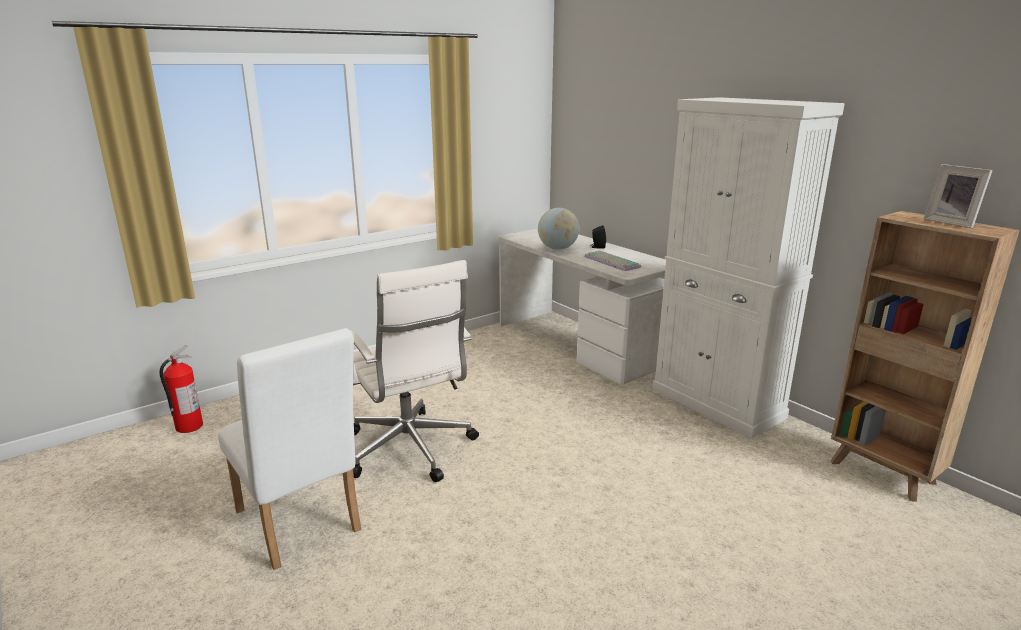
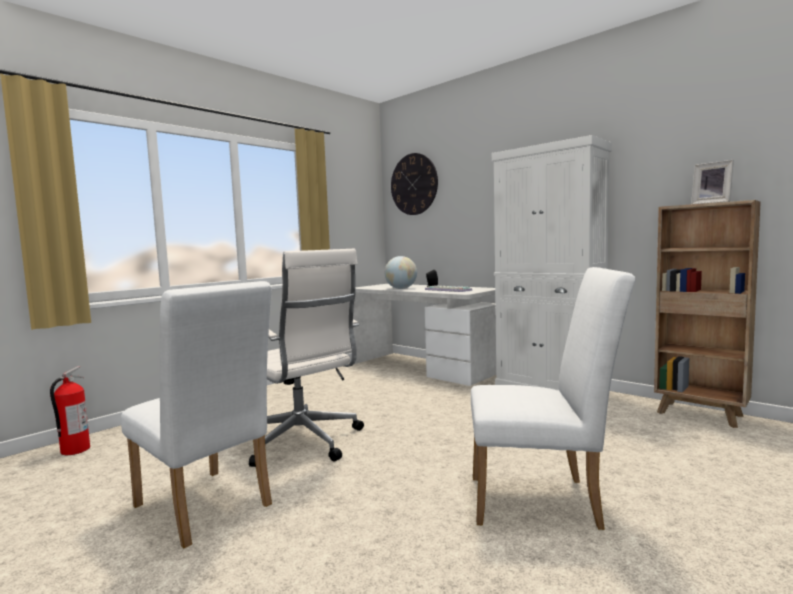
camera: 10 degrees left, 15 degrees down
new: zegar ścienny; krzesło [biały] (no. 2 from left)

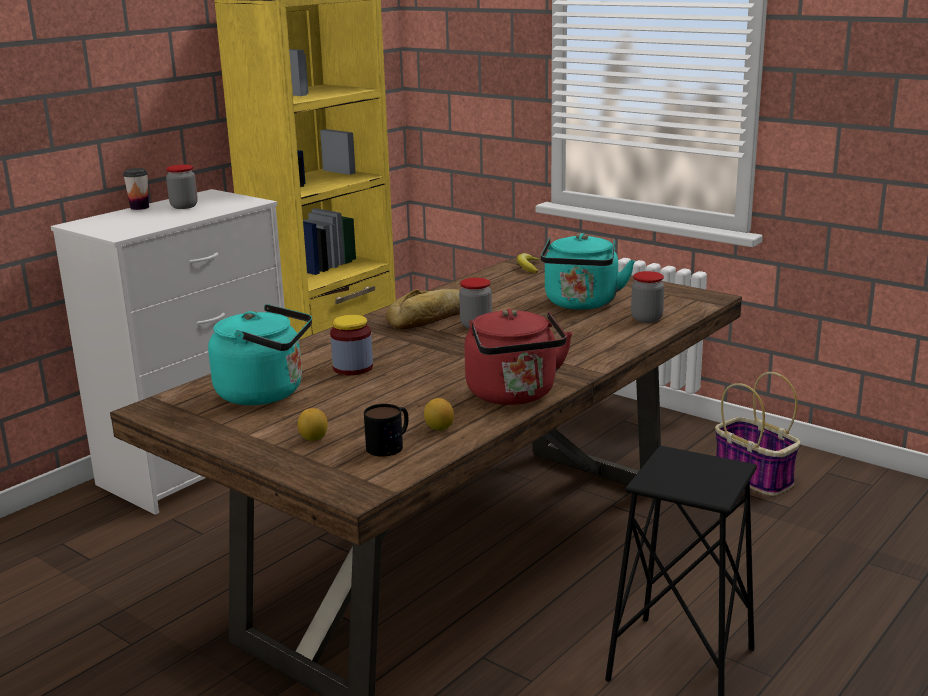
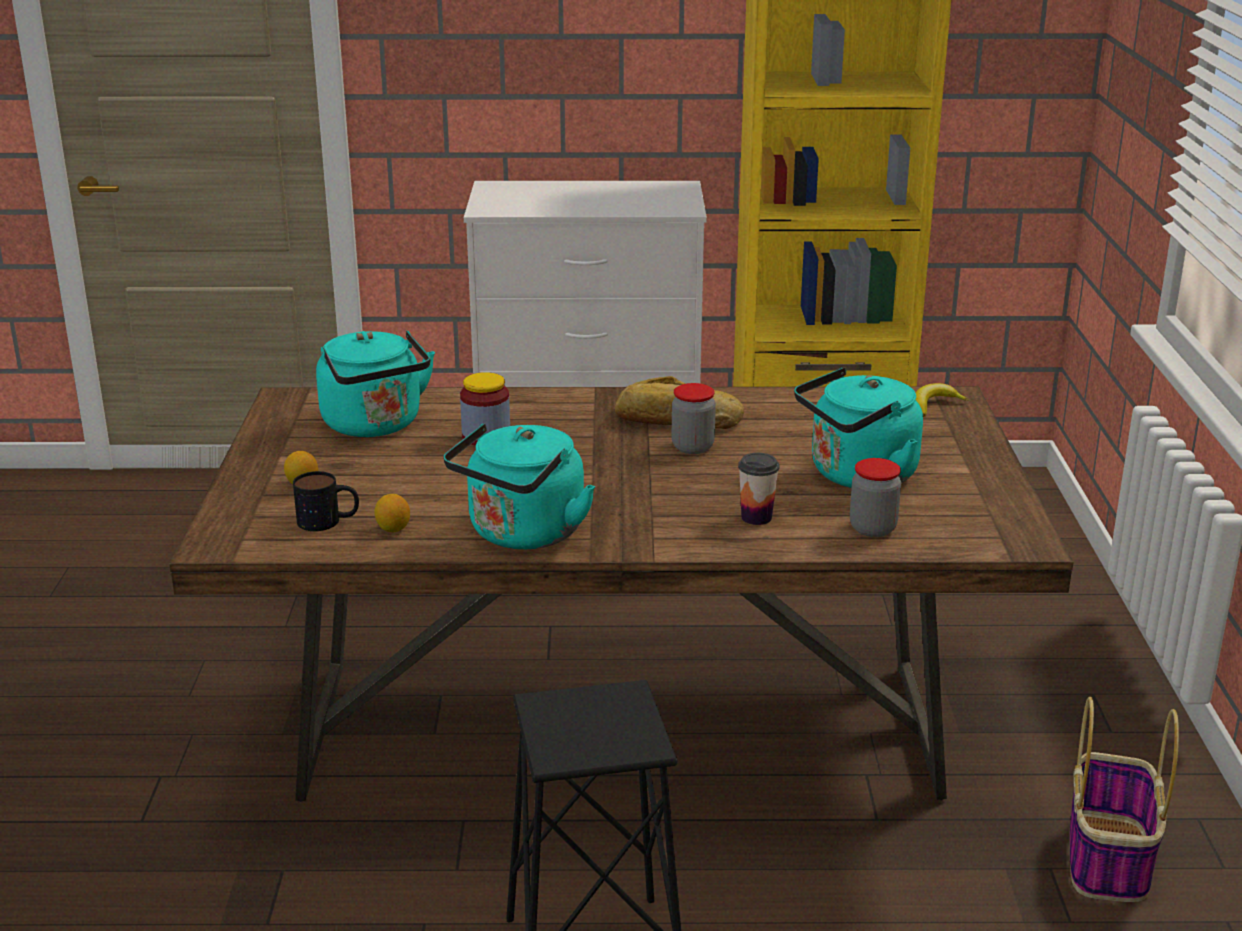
camera: 50 degrees right, 5 degrees up
gone: słoik (no. 1 from left)
shifted: filiżanka
repainted: czajnik [czerwony] to czajnik [turkusowy] (no. 2 from left)

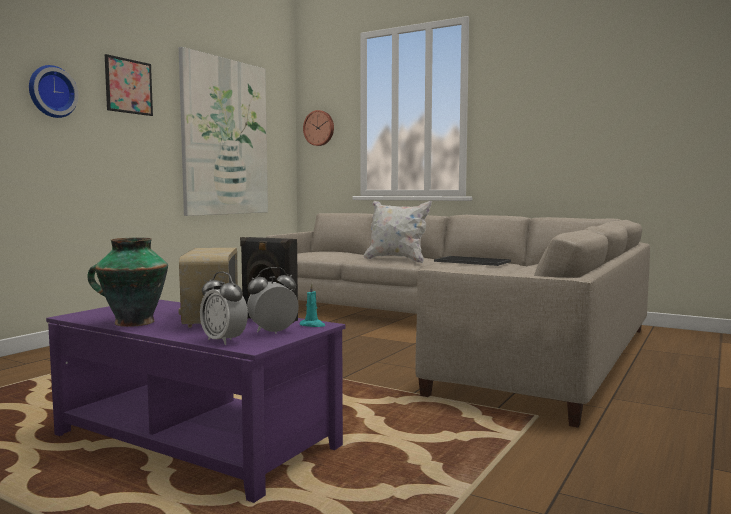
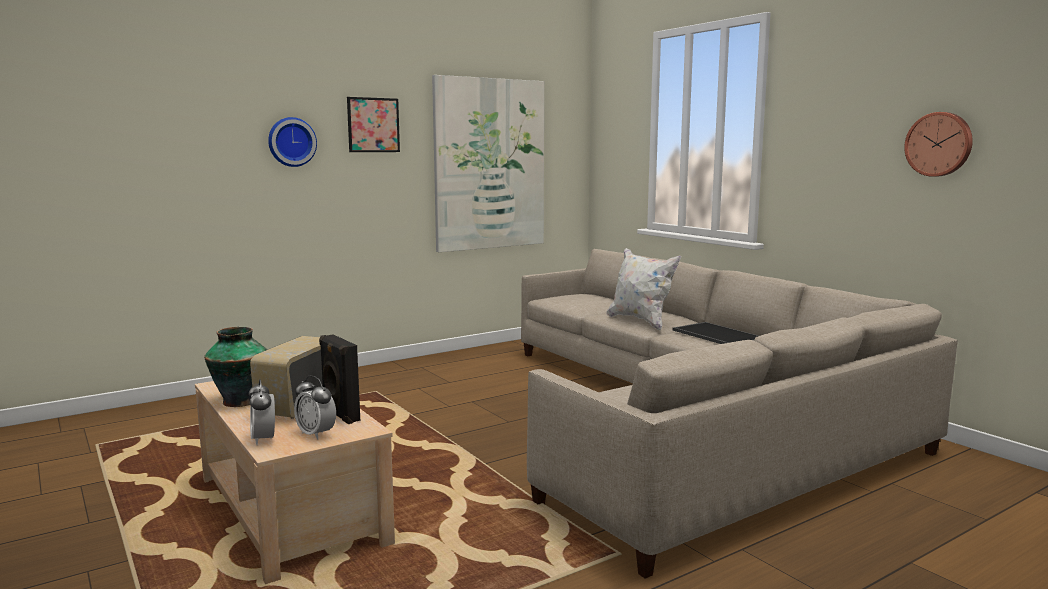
camera: 25 degrees right, 5 degrees up
gone: świeca [turkusowy]
shifted: zegar ścienny (no. 2 from left)
repainted: ława [fioletowy] to ława [beżowy]
rotated: budzik (no. 2 from left) 135 degrees counterclockwise

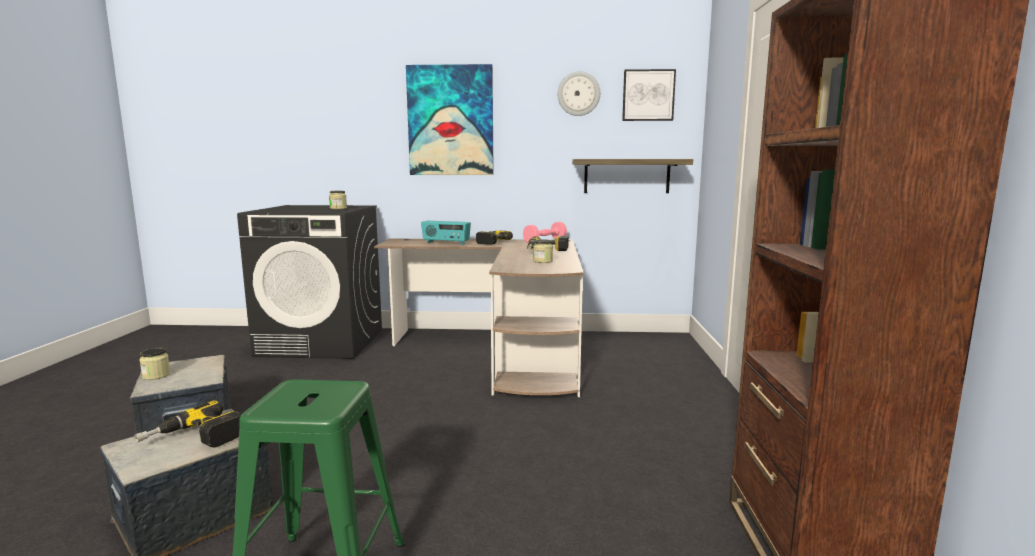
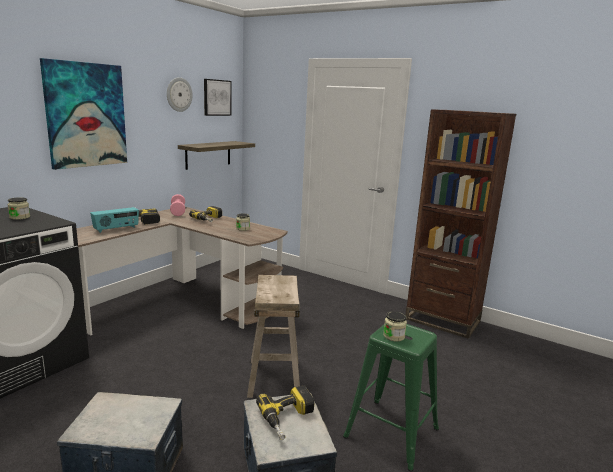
camera: 60 degrees left, 5 degrees up
new: stołek [beżowy]
shifted: słoik (no. 1 from left in the first image) to słoik (no. 3 from left)

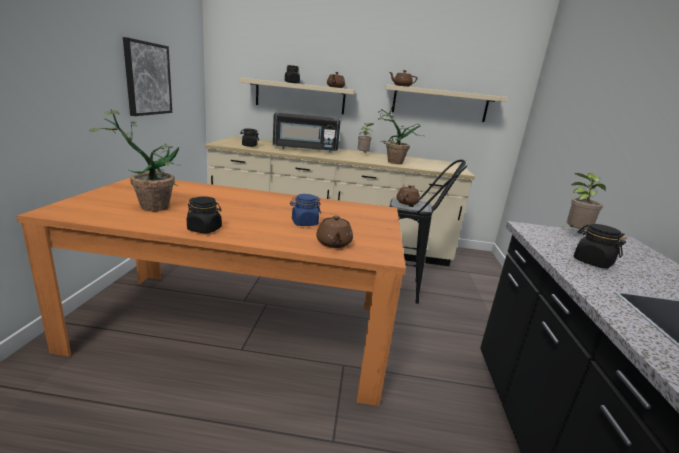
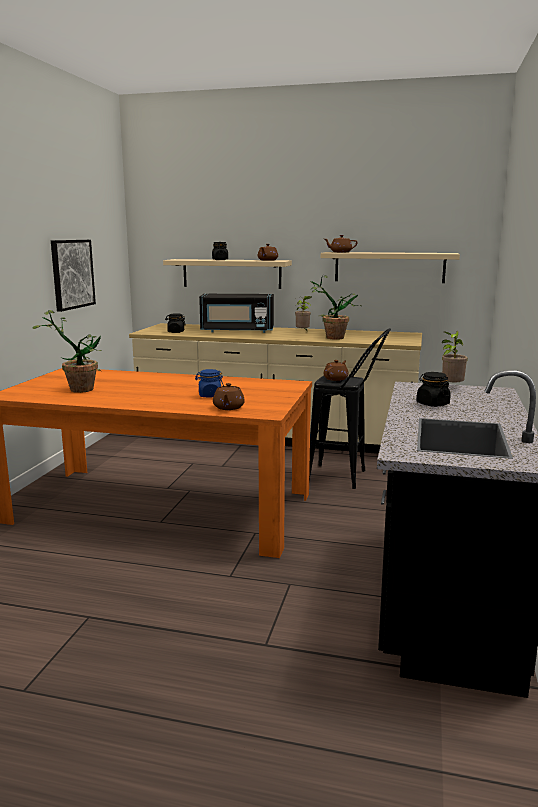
camera: 10 degrees right, 5 degrees down
gone: słoik [czarny] (no. 1 from left)

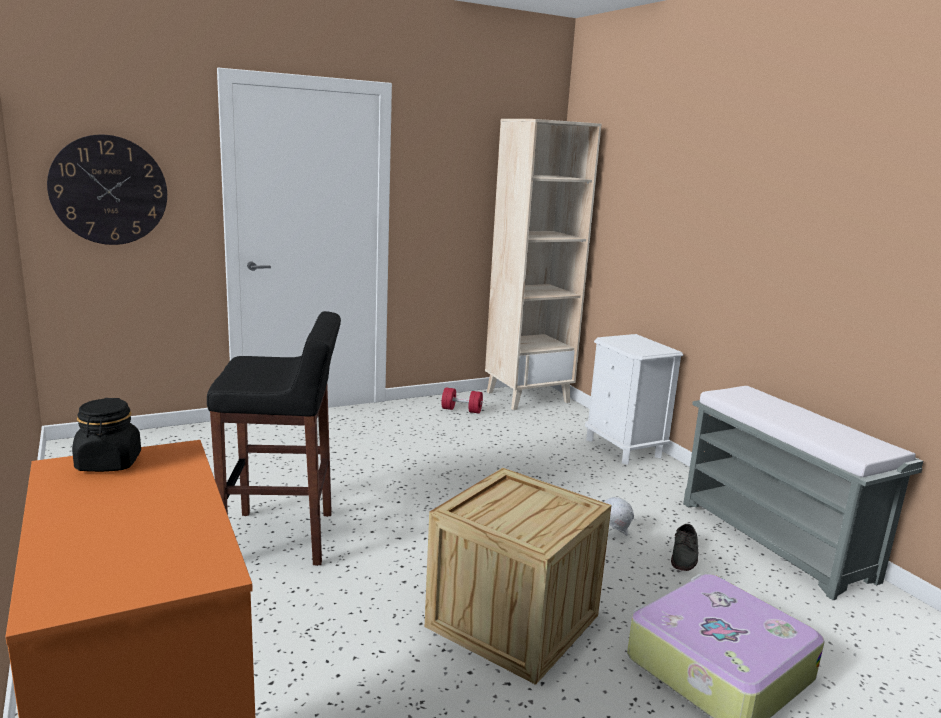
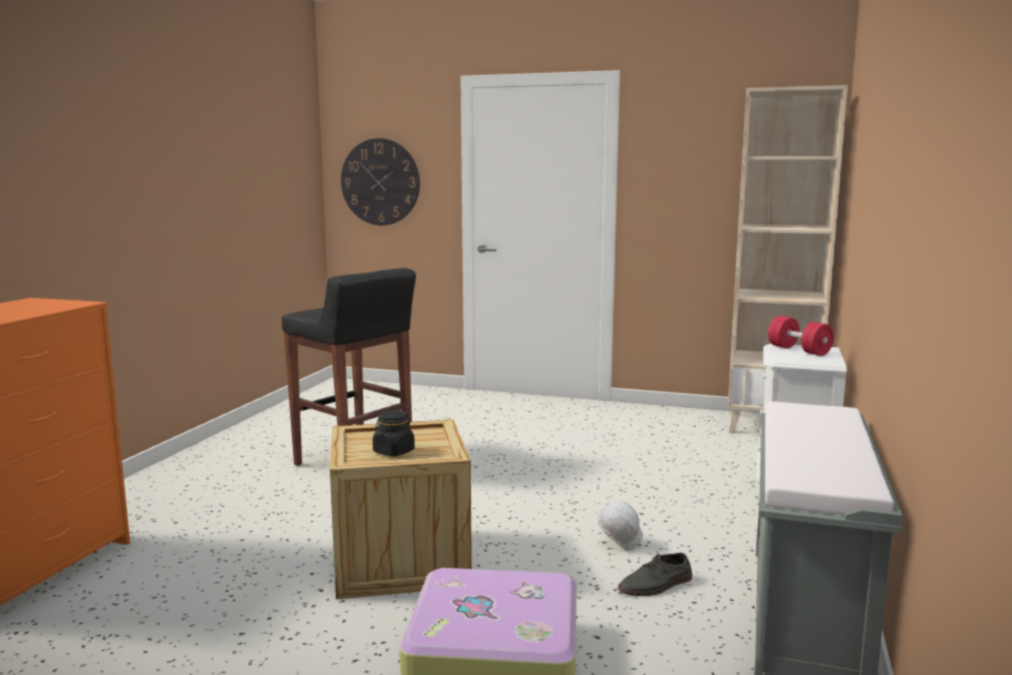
camera: 45 degrees right, 5 degrees down
shifted: słoik [czarny]; hantel [czerwony]

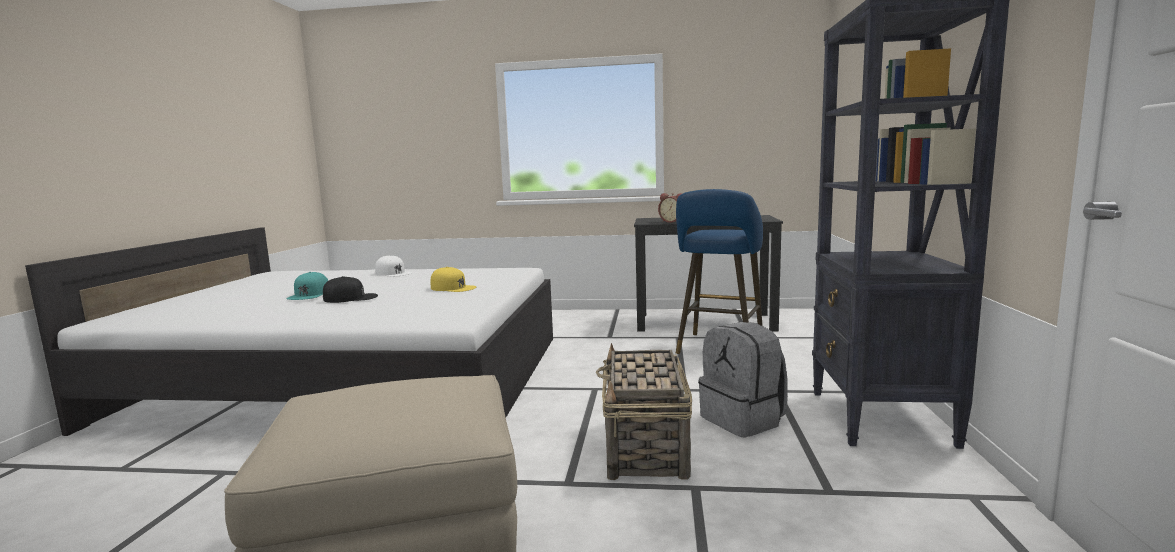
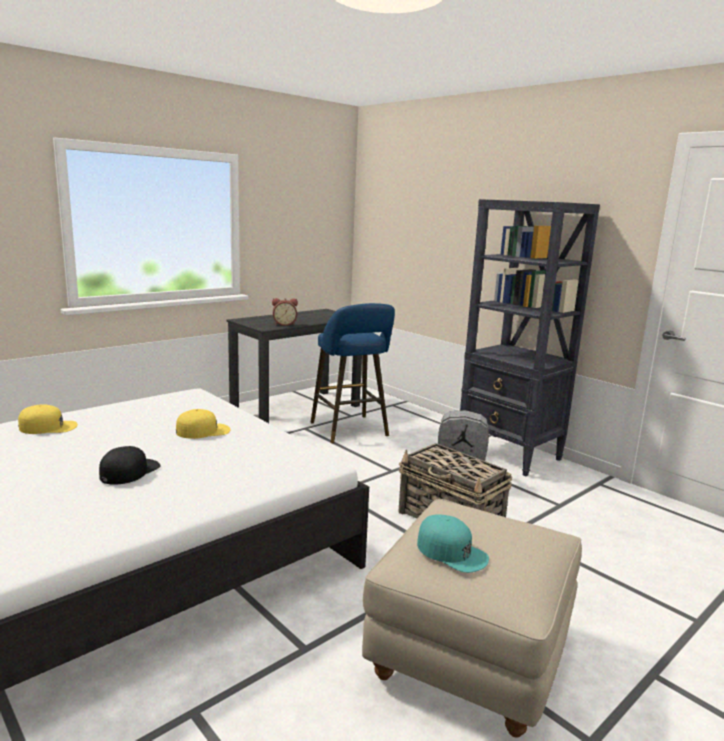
camera: 50 degrees left, 5 degrees up
shifted: czapka z daszkiem [turkusowy]
repainted: czapka z daszkiem [biały] to czapka z daszkiem [żółty] (no. 1 from left)

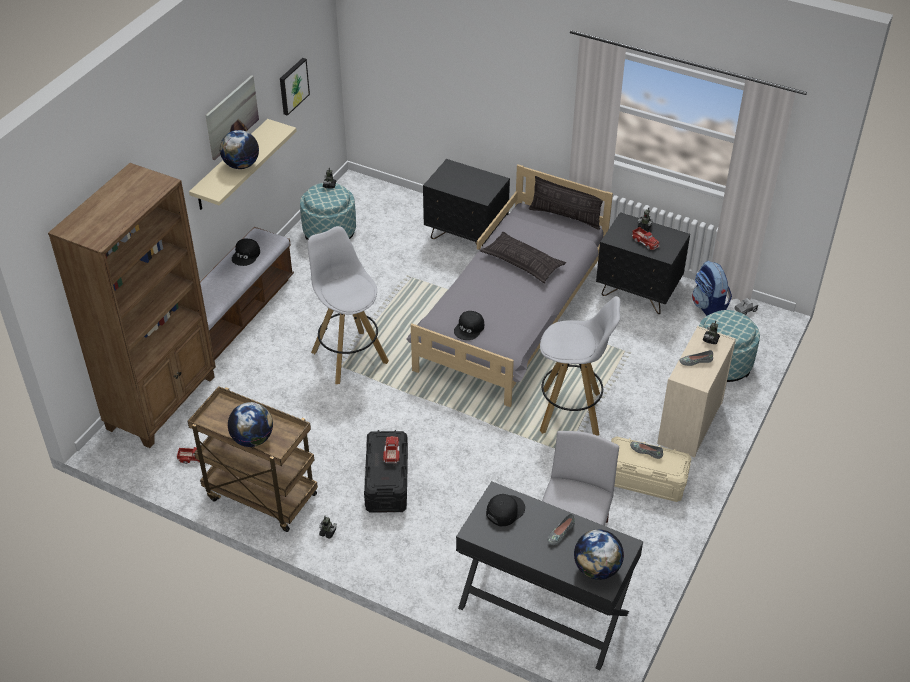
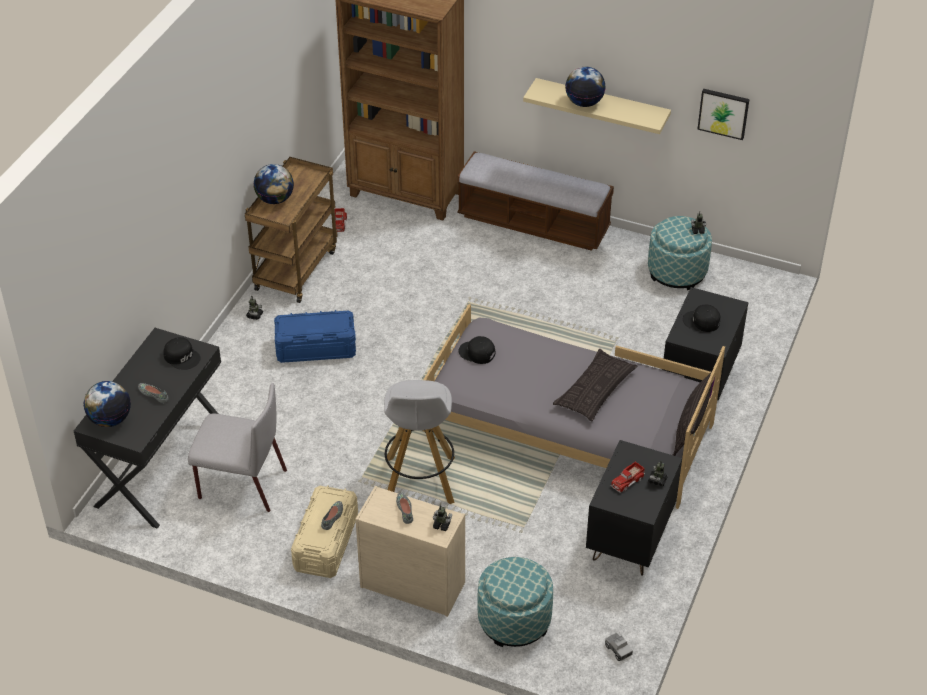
camera: 85 degrees right, 0 degrees up
gone: obraz (no. 1 from left); stołek [biały] (no. 1 from left); ciężarówka zabawkowa (no. 2 from left); plecak
shifted: czapka z daszkiem [czarny] (no. 1 from left in the first image) to czapka z daszkiem [czarny] (no. 3 from left)
repainted: pojemnik do przechowywania [czarny] to pojemnik do przechowywania [niebieski]

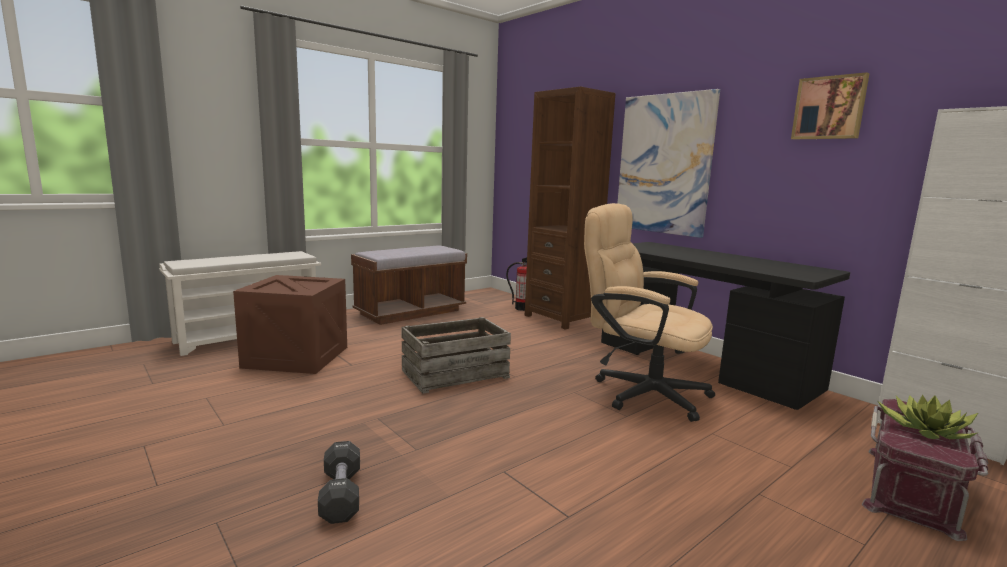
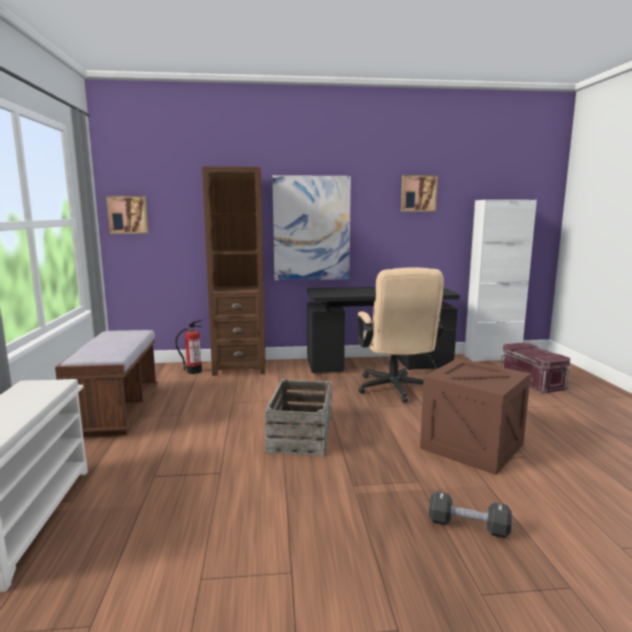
camera: 55 degrees left, 0 degrees up
gone: roślina doniczkowa
new: obraz (no. 1 from left)
shifted: skrzynka (no. 1 from left in the first image) to skrzynka (no. 2 from left)
rotated: krzesło biurowe [beżowy] 75 degrees counterclockwise

